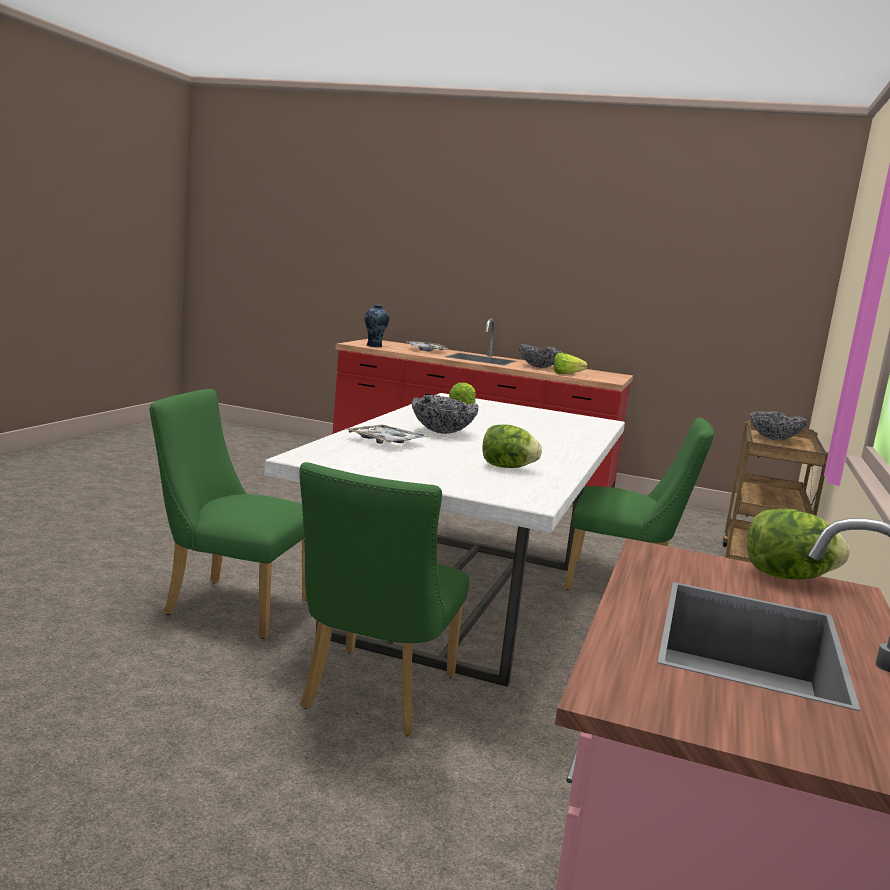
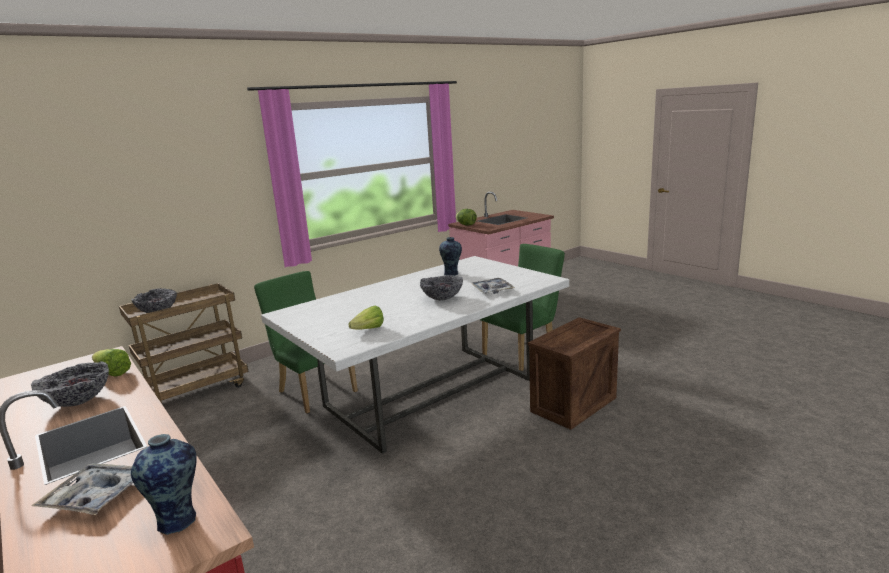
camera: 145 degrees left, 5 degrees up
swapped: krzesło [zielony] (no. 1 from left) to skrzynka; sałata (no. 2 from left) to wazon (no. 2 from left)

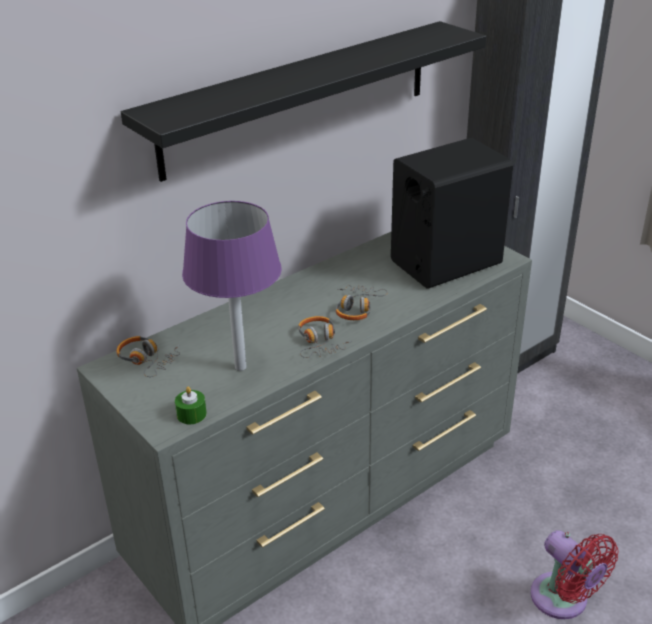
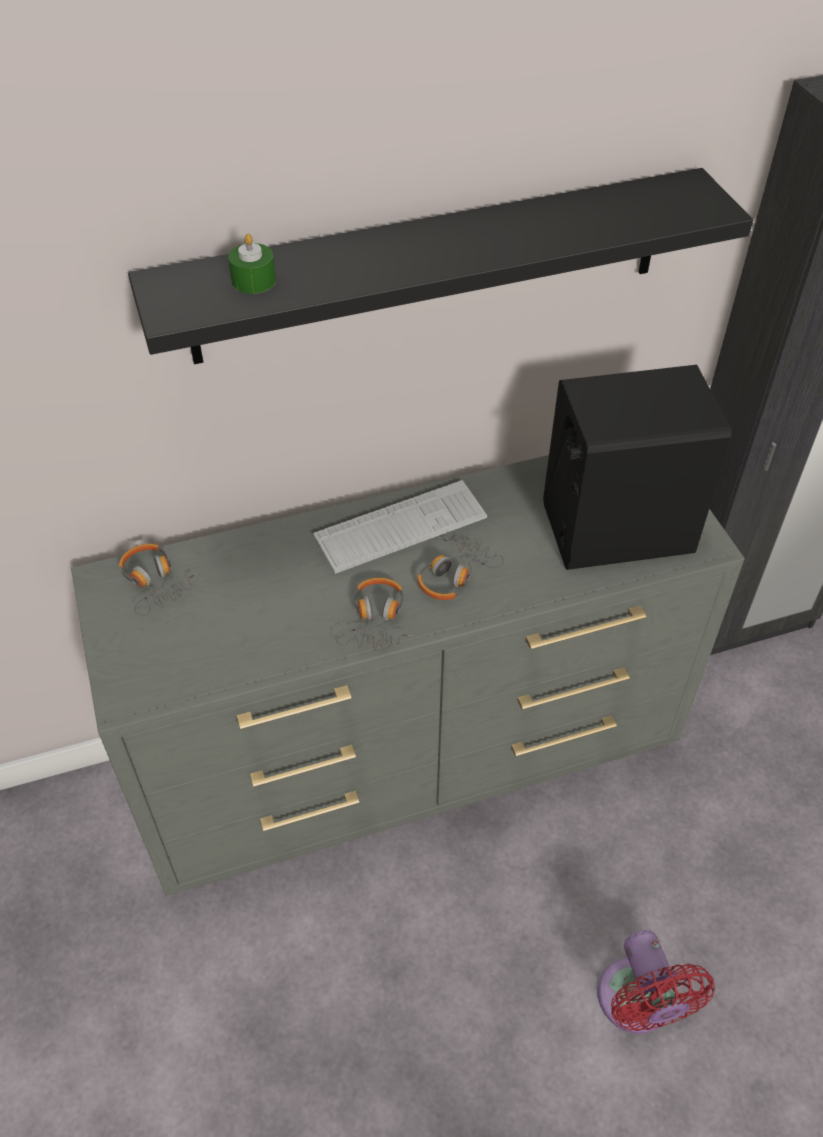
camera: 20 degrees right, 15 degrees up
gone: lampa stołowa [fioletowy]
new: klawiatura
shifted: świeca [zielony]

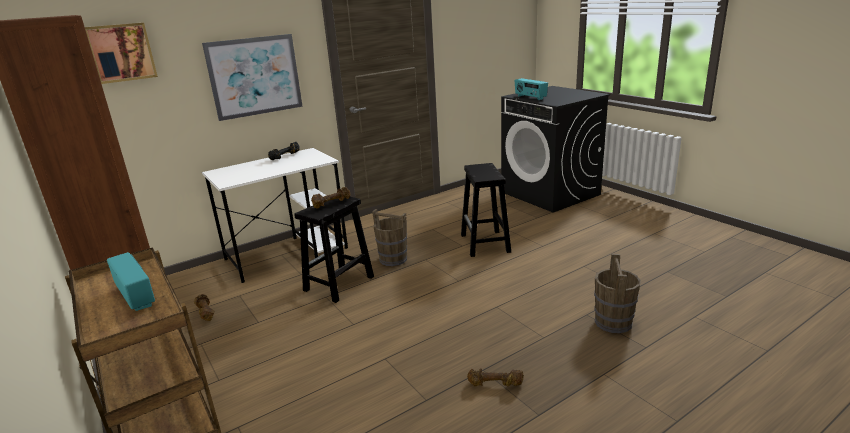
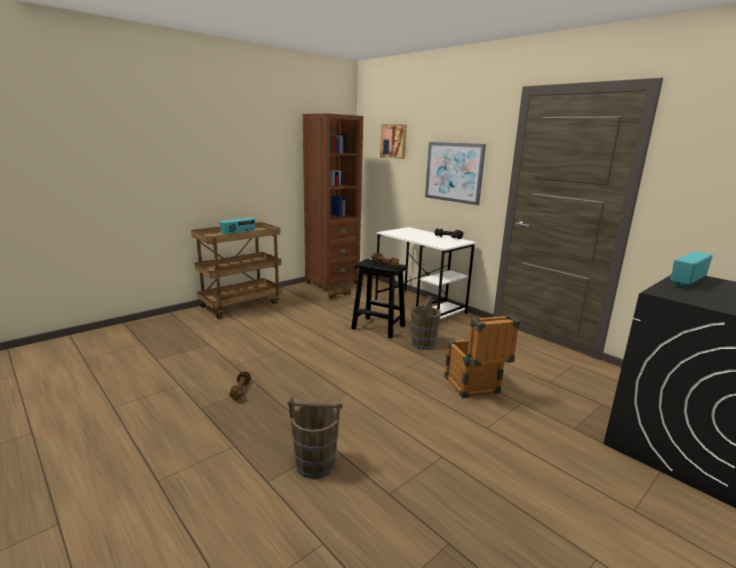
camera: 80 degrees right, 5 degrees down
swapped: stołek [czarny] (no. 2 from left) to skrzynka

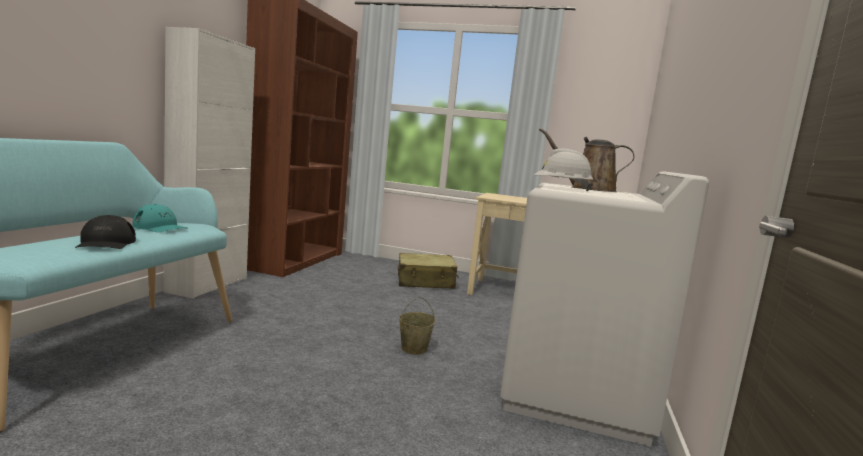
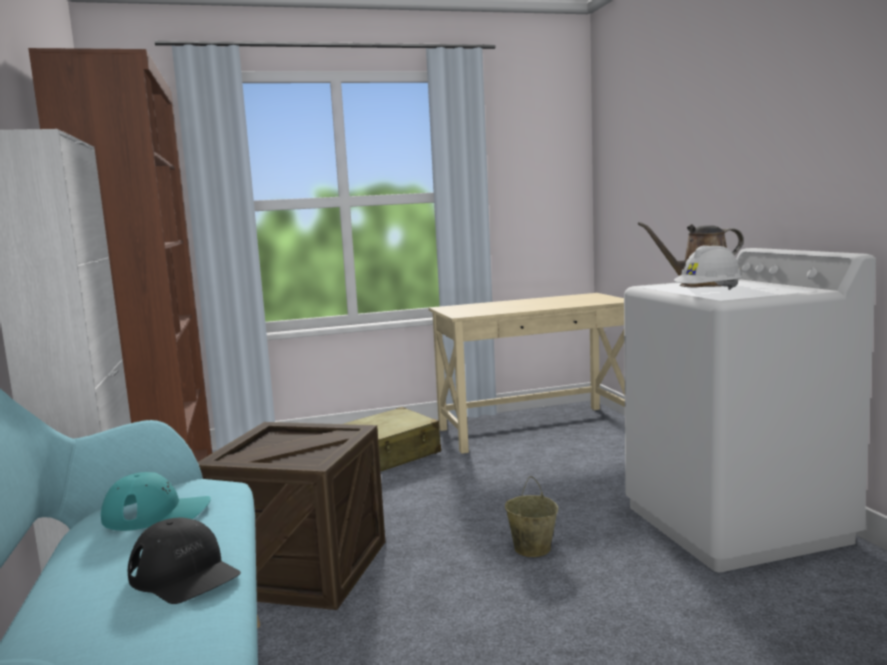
camera: 30 degrees left, 0 degrees up
new: skrzynka

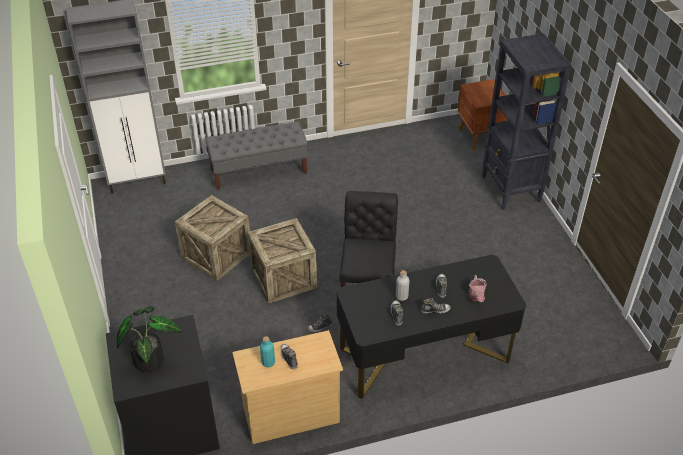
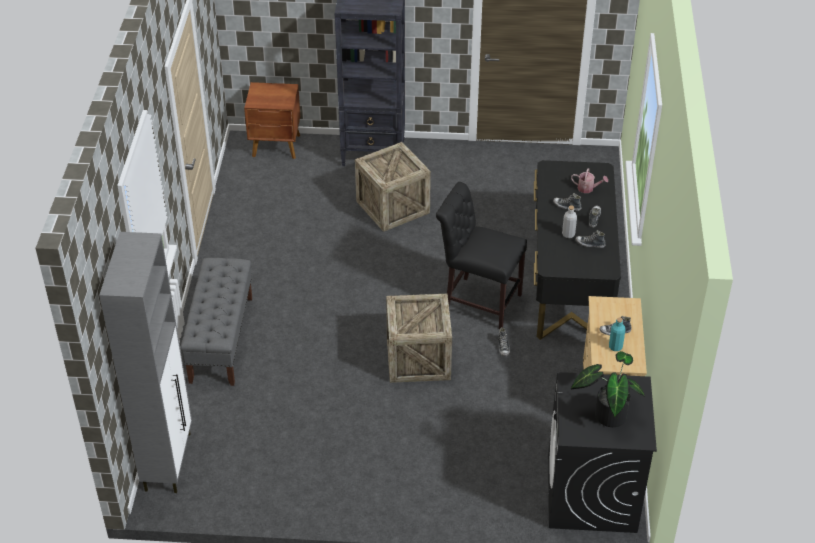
camera: 70 degrees left, 0 degrees up
shifted: skrzynka (no. 1 from left)

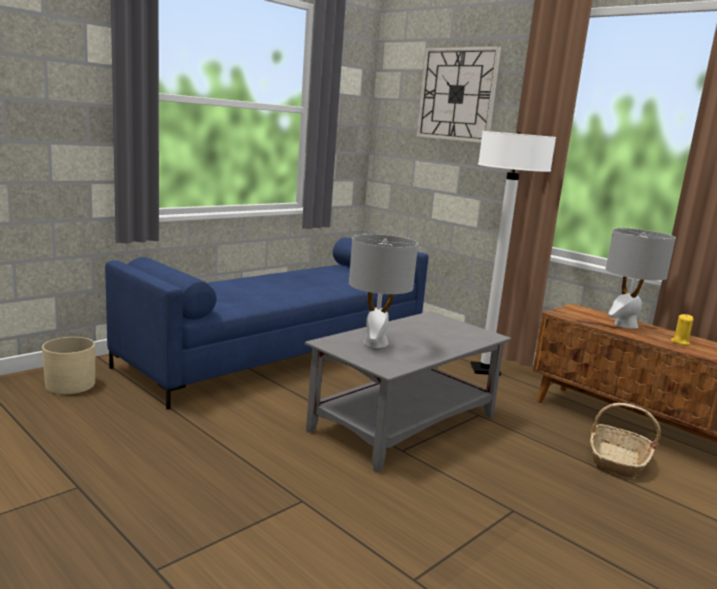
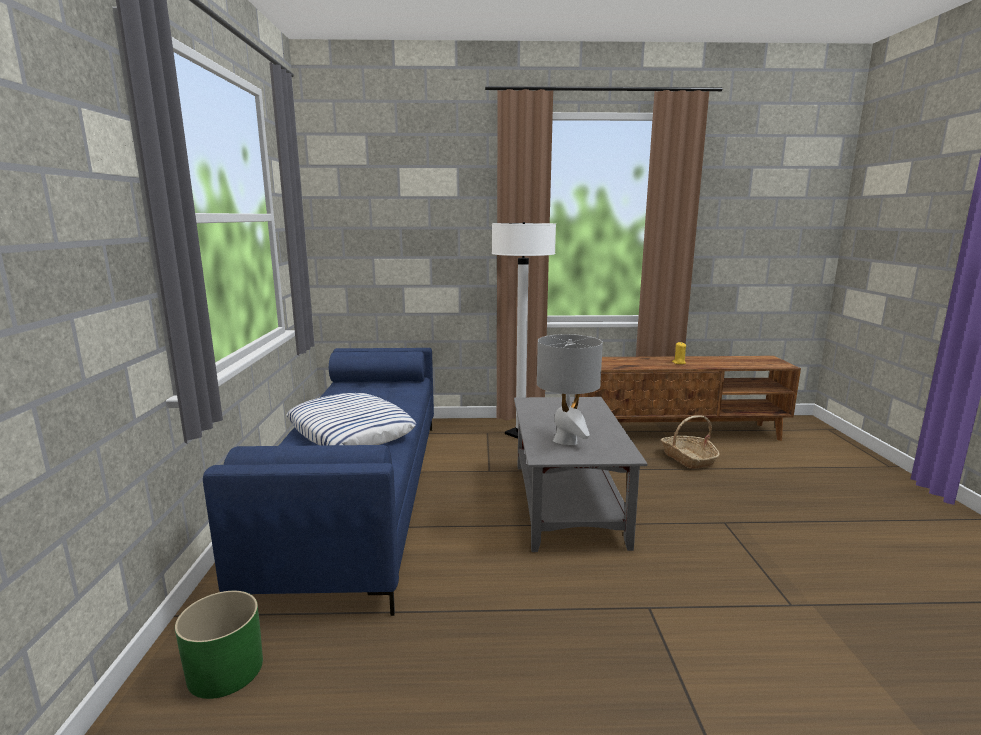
camera: 45 degrees left, 0 degrees up
gone: zegar ścienny; lampa stołowa [szary] (no. 2 from left)
new: poduszka
repainted: donica [beżowy] to donica [zielony]

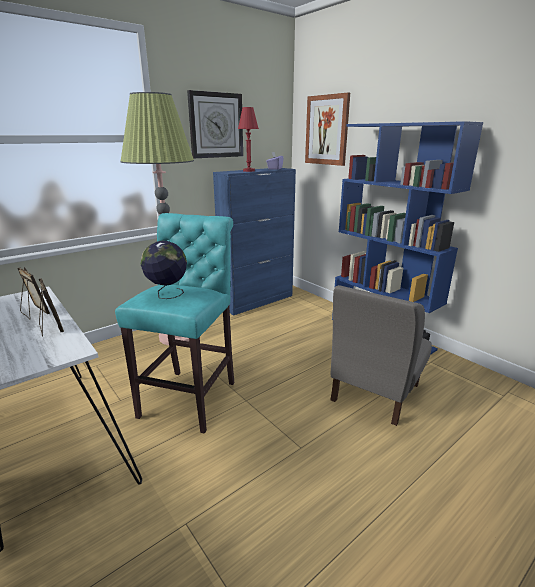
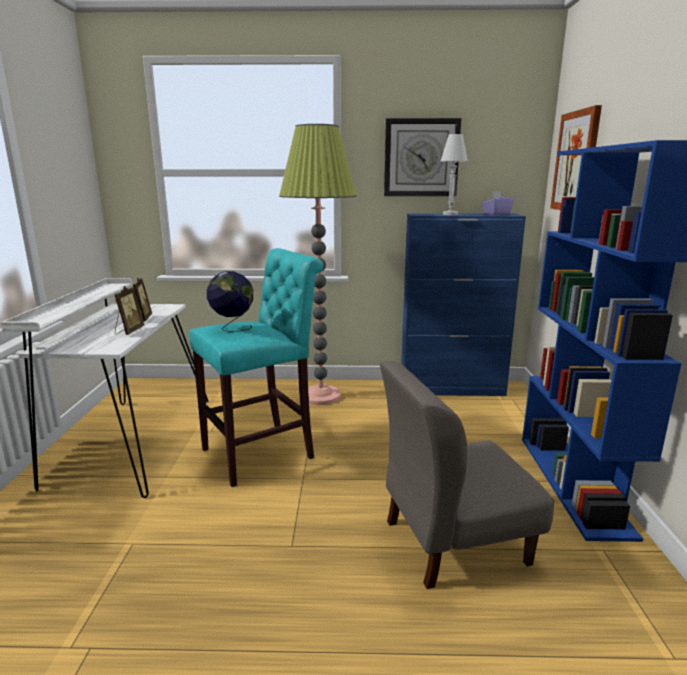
camera: 40 degrees right, 5 degrees down
repainted: lampa stołowa [czerwony] to lampa stołowa [biały]

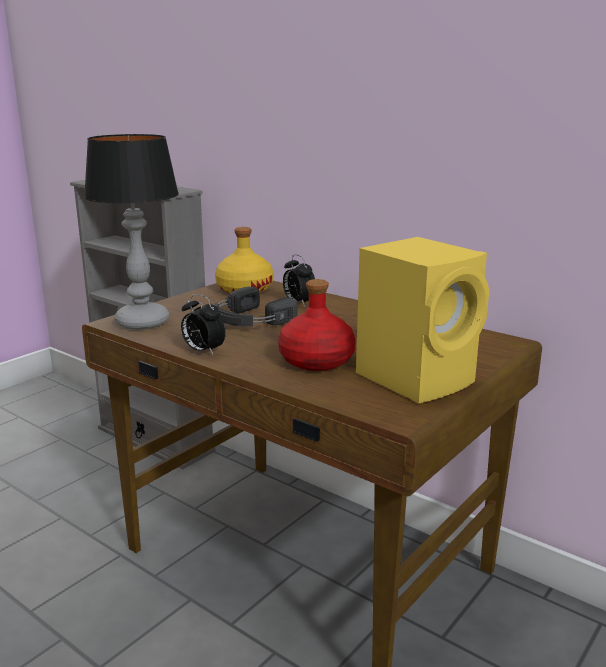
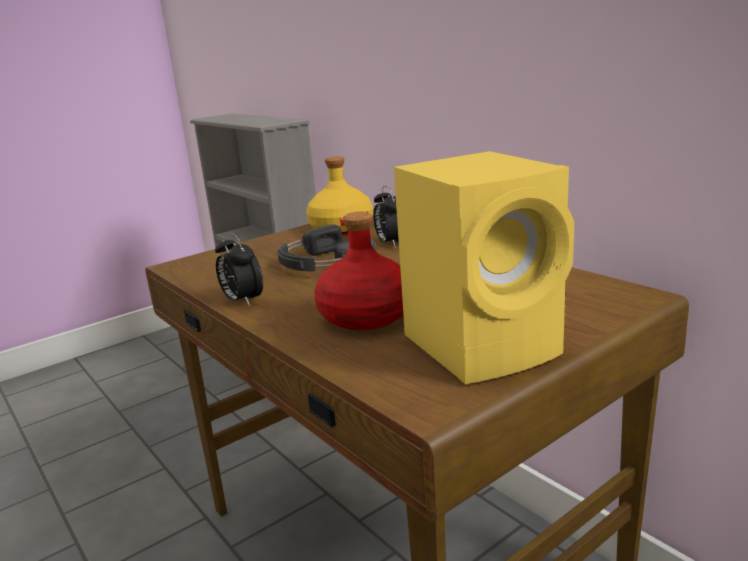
camera: 15 degrees right, 0 degrees up
gone: lampa stołowa

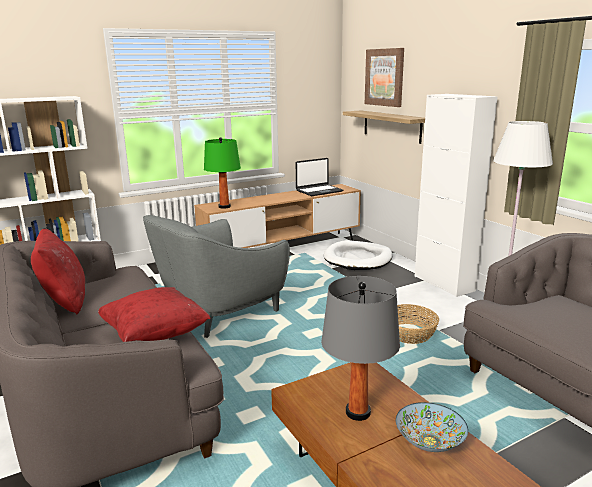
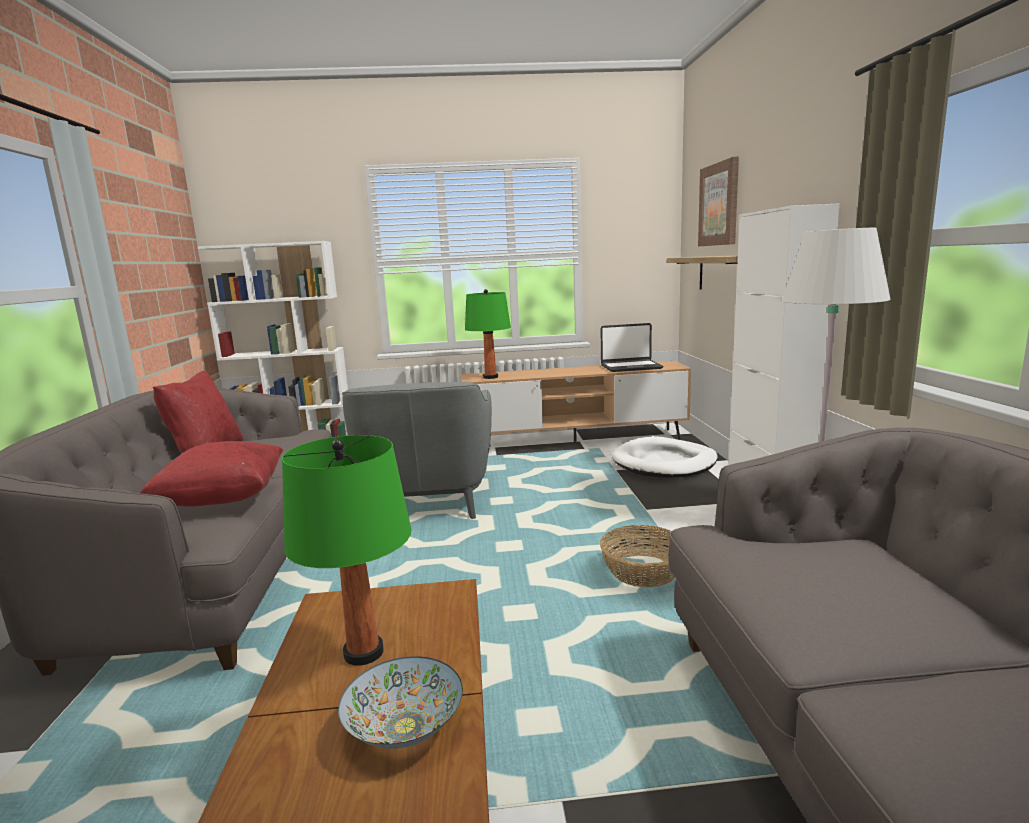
camera: 25 degrees right, 5 degrees down
repainted: lampa stołowa [szary] to lampa stołowa [zielony] (no. 1 from left)
rotated: fotel [szary] 75 degrees counterclockwise

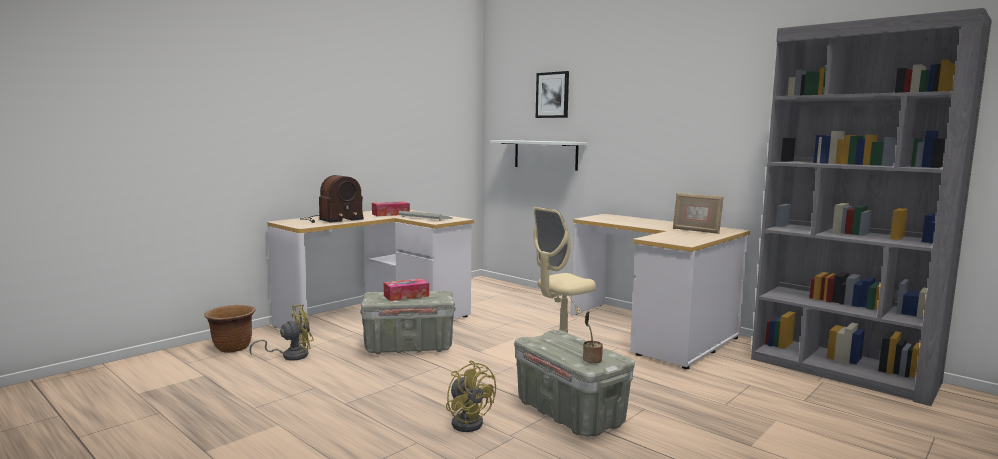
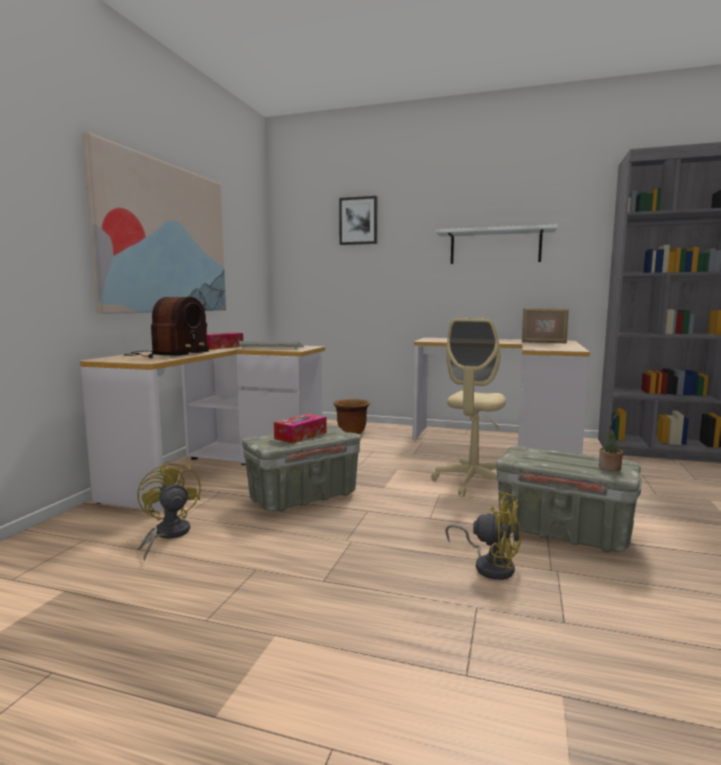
camera: 25 degrees left, 0 degrees up
new: obraz (no. 1 from left)
shifted: donica [brązowy]; półka [biały]
rotated: wentylator [żółty] (no. 1 from left) 60 degrees counterclockwise

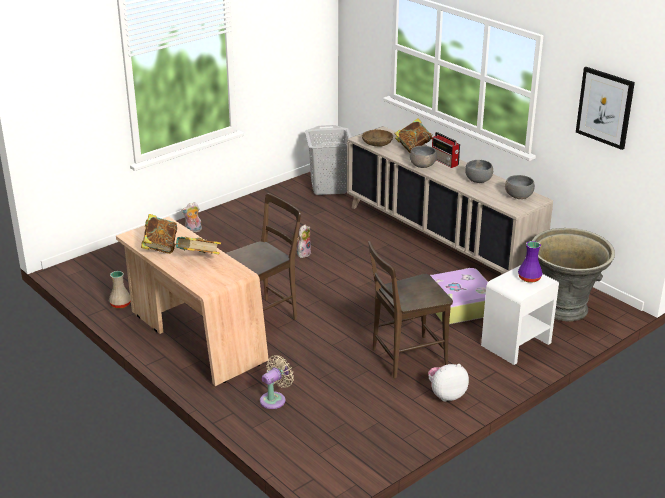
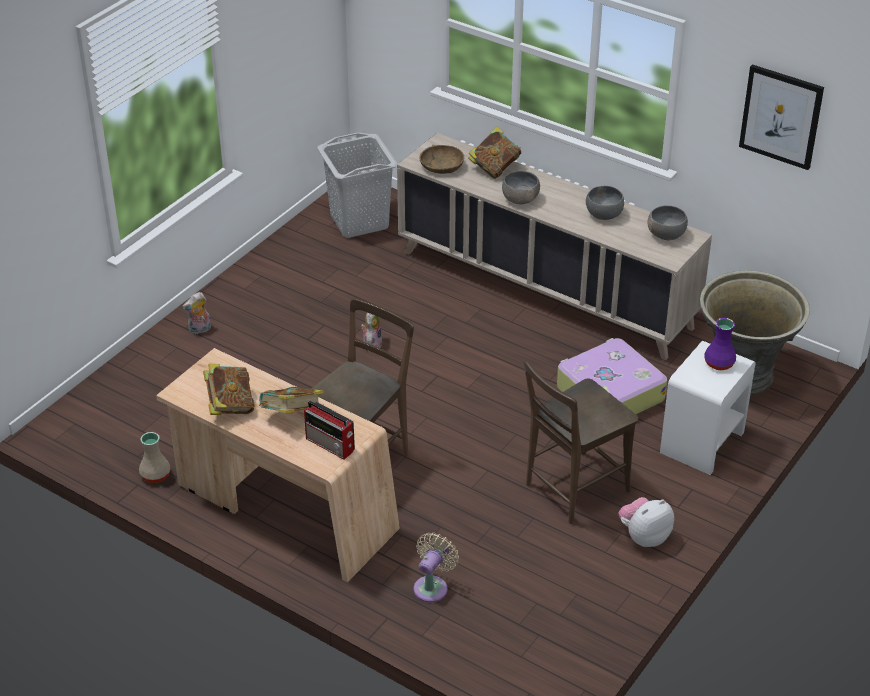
camera: 15 degrees left, 10 degrees up
shifted: radio

